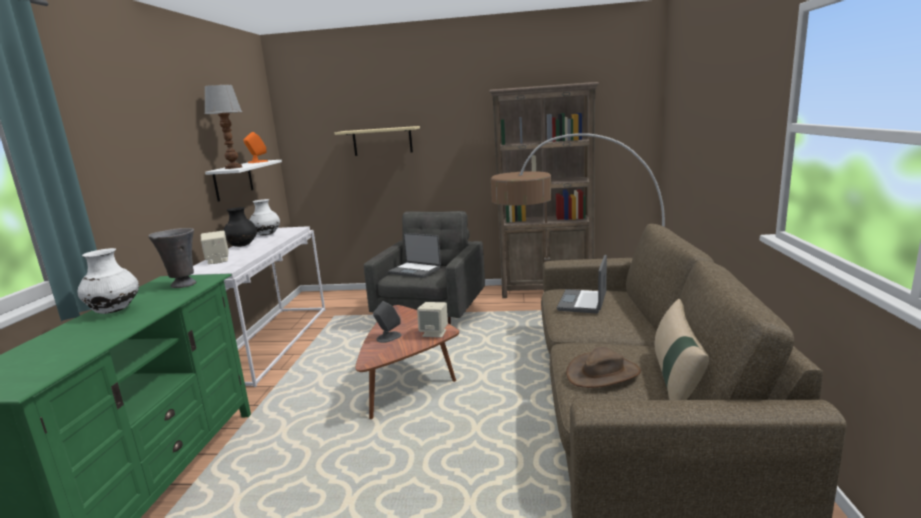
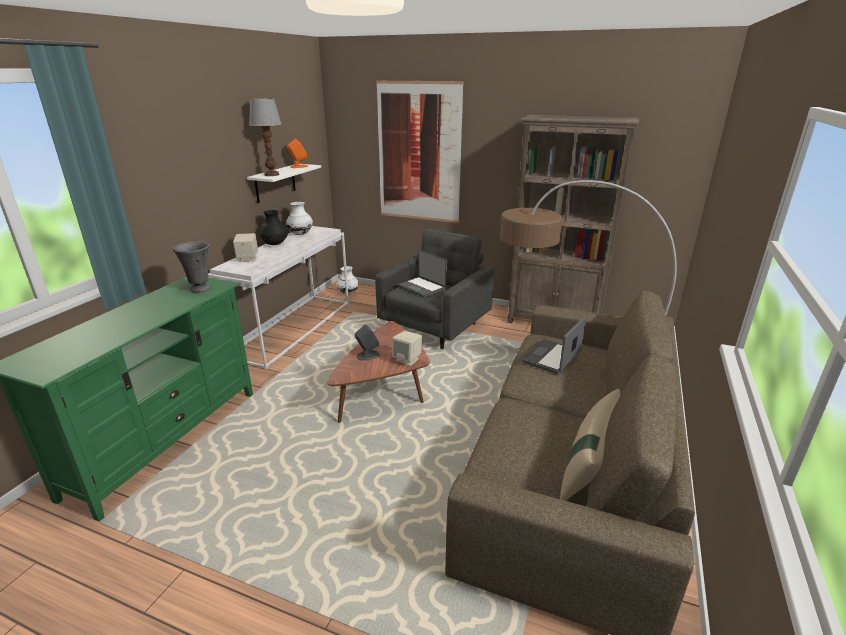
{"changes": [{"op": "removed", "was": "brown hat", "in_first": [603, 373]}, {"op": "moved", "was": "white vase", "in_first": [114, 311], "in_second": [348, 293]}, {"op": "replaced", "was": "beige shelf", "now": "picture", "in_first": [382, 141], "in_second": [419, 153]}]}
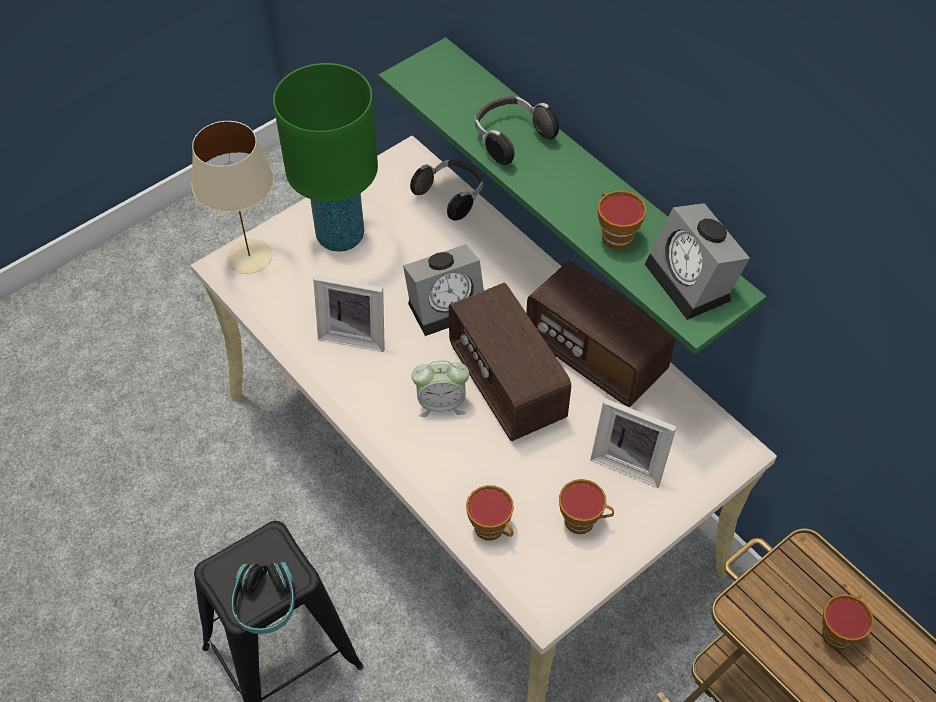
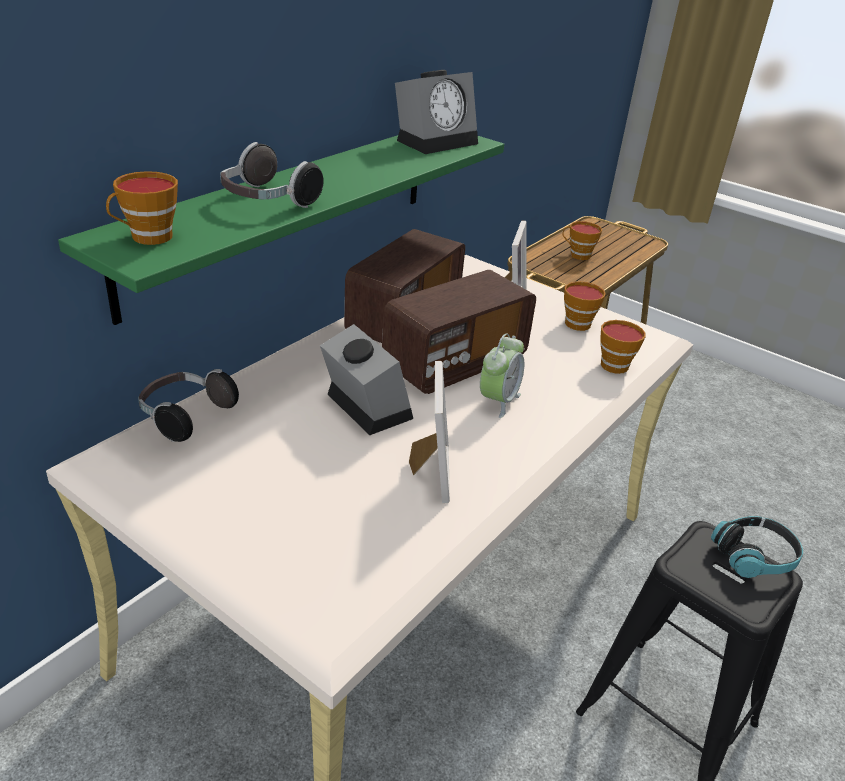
{"changes": [{"op": "removed", "was": "beige table lamp", "in_first": [250, 256]}, {"op": "removed", "was": "green table lamp", "in_first": [340, 236]}, {"op": "moved", "was": "cup", "in_first": [614, 235], "in_second": [147, 238]}, {"op": "turned", "was": "alarm clock", "in_first": [441, 404], "in_second": [498, 401], "clockwise": 45}]}
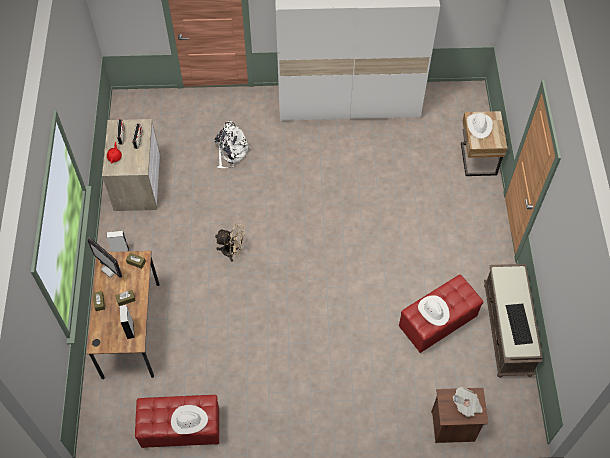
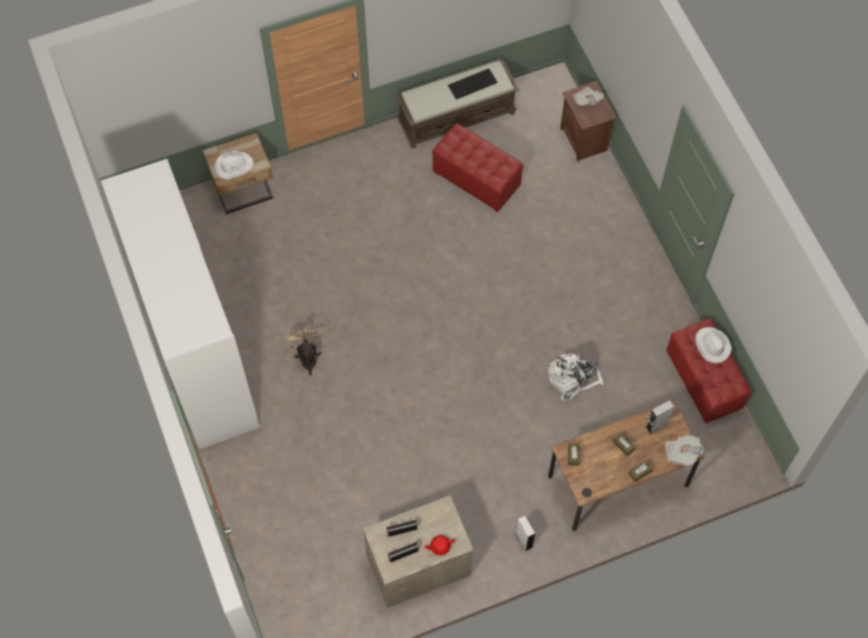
{"changes": [{"op": "removed", "was": "monitor", "in_first": [111, 269]}, {"op": "removed", "was": "white hat", "in_first": [434, 311]}, {"op": "added", "now": "newspaper", "in_second": [681, 453]}, {"op": "moved", "was": "white backpack", "in_first": [231, 152], "in_second": [572, 378]}, {"op": "moved", "was": "beige fan", "in_first": [232, 251], "in_second": [308, 357]}]}
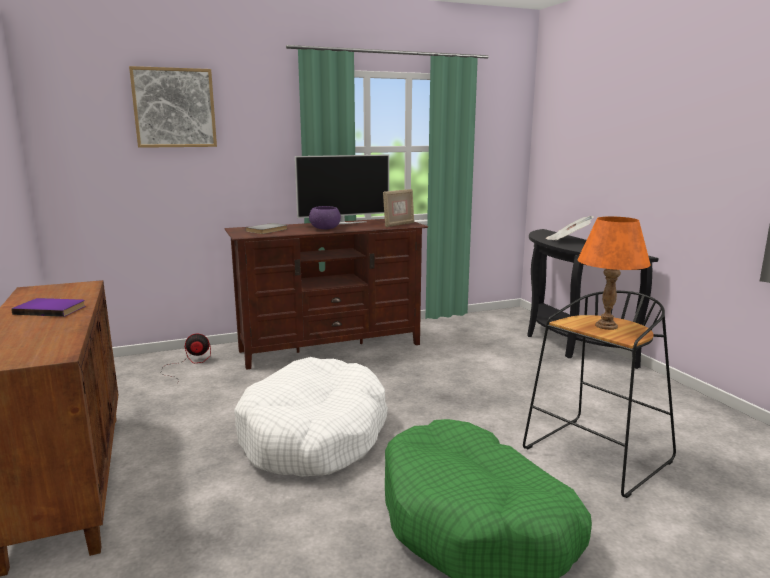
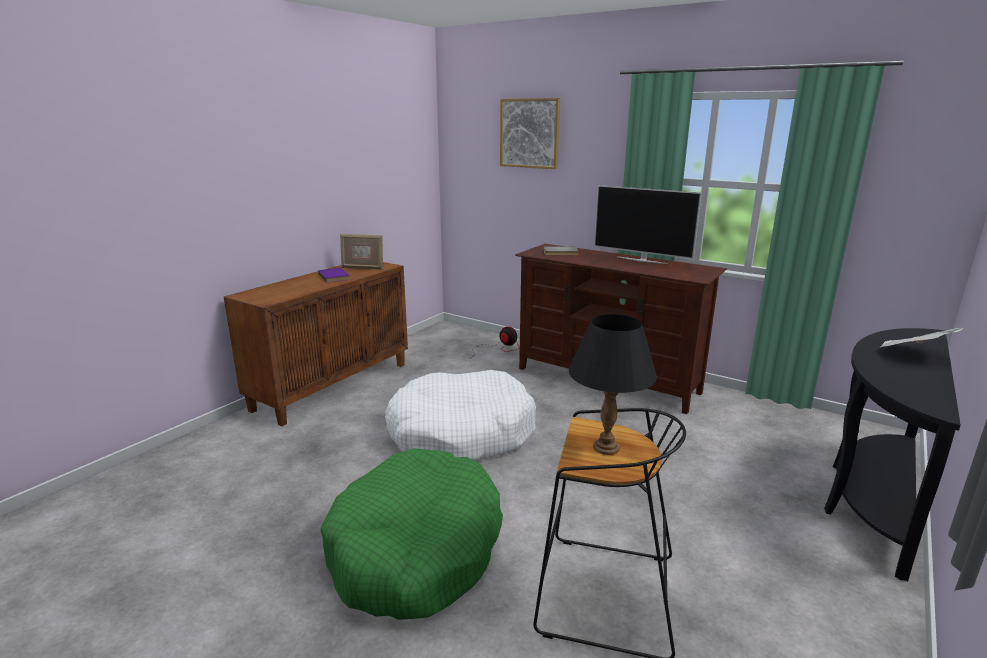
{"changes": [{"op": "removed", "was": "purple bowl", "in_first": [325, 229]}, {"op": "moved", "was": "picture frame", "in_first": [398, 224], "in_second": [362, 268]}, {"op": "recoloured", "was": "orange table lamp", "now": "black table lamp", "in_first": [605, 326], "in_second": [606, 447]}]}
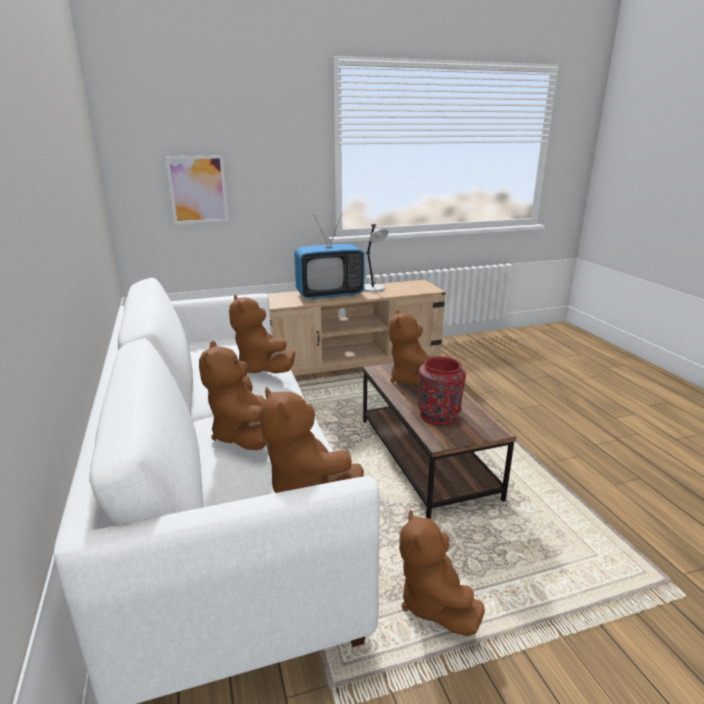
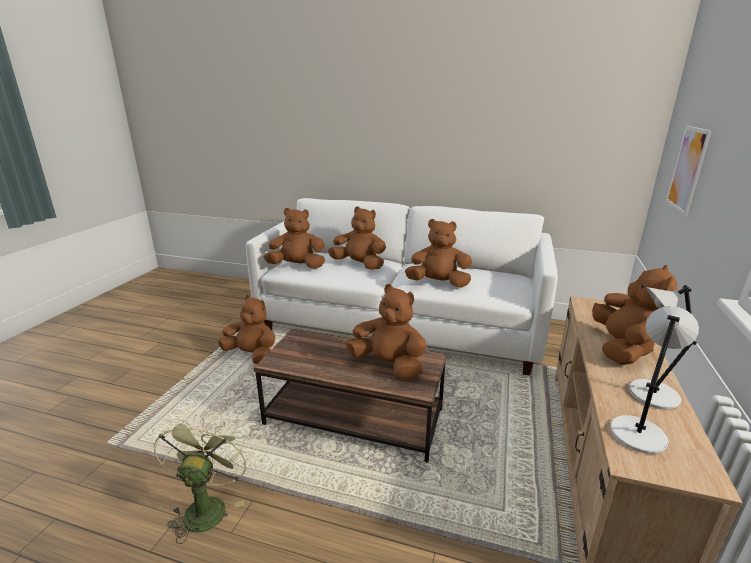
{"changes": [{"op": "removed", "was": "red vase", "in_first": [438, 415]}, {"op": "added", "now": "green fan", "in_second": [207, 506]}, {"op": "added", "now": "grey table lamp", "in_second": [638, 433]}, {"op": "replaced", "was": "television", "now": "brown plush toy", "in_first": [329, 294], "in_second": [622, 348]}]}
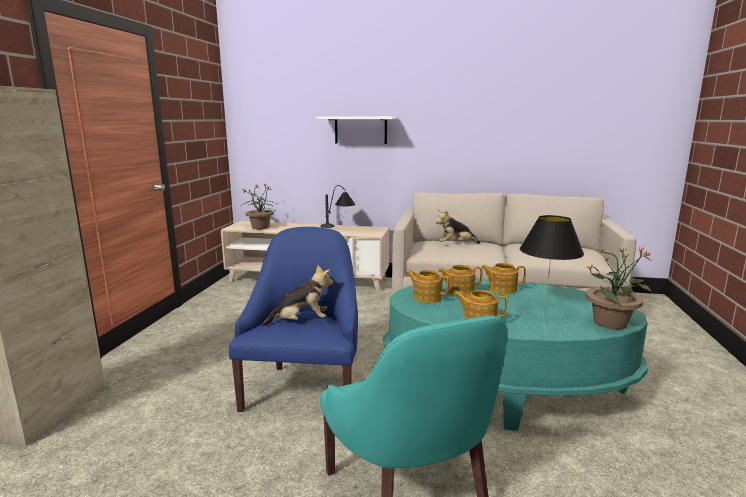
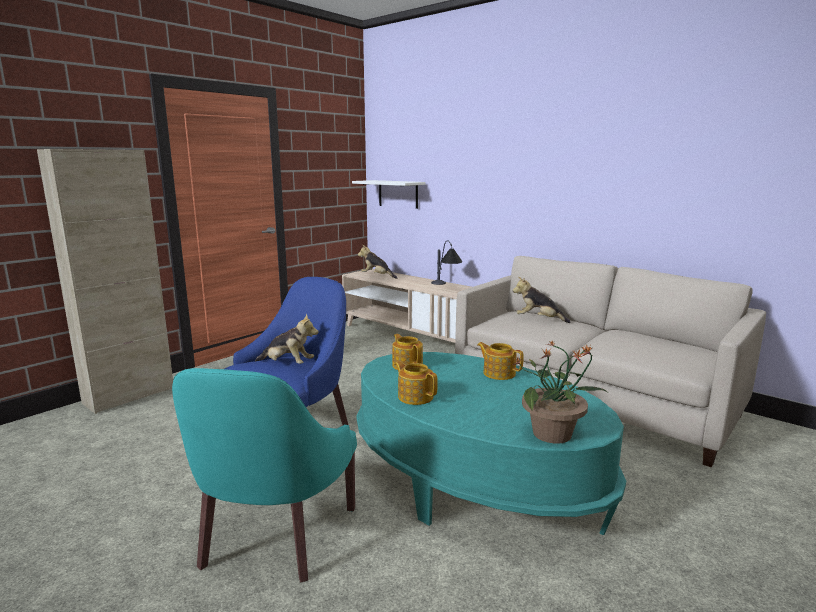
{"changes": [{"op": "removed", "was": "teapot", "in_first": [459, 291]}, {"op": "removed", "was": "black table lamp", "in_first": [545, 310]}, {"op": "moved", "was": "white shelf", "in_first": [360, 130], "in_second": [398, 194]}, {"op": "replaced", "was": "potted plant", "now": "plush toy", "in_first": [260, 227], "in_second": [377, 276]}]}
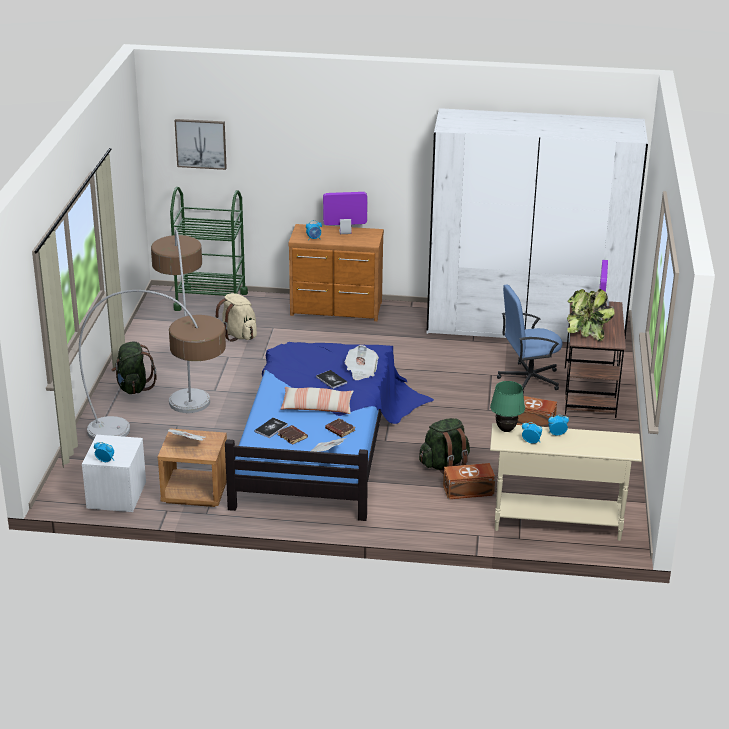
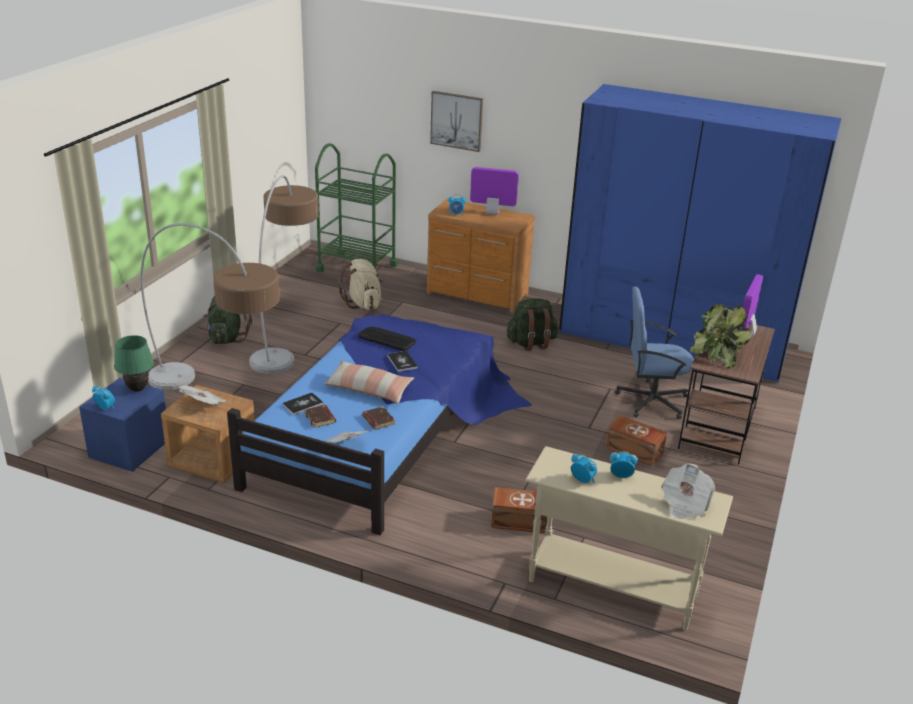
{"changes": [{"op": "added", "now": "keyboard", "in_second": [387, 339]}, {"op": "moved", "was": "picture", "in_first": [201, 143], "in_second": [457, 120]}, {"op": "moved", "was": "newspaper", "in_first": [361, 371], "in_second": [684, 504]}, {"op": "moved", "was": "green backpack", "in_first": [444, 464], "in_second": [531, 343]}, {"op": "moved", "was": "green table lamp", "in_first": [505, 430], "in_second": [137, 389]}, {"op": "recoloured", "was": "white nightstand", "now": "blue nightstand", "in_first": [116, 496], "in_second": [129, 449]}, {"op": "recoloured", "was": "white wardrobe", "now": "blue wardrobe", "in_first": [525, 325], "in_second": [672, 341]}]}
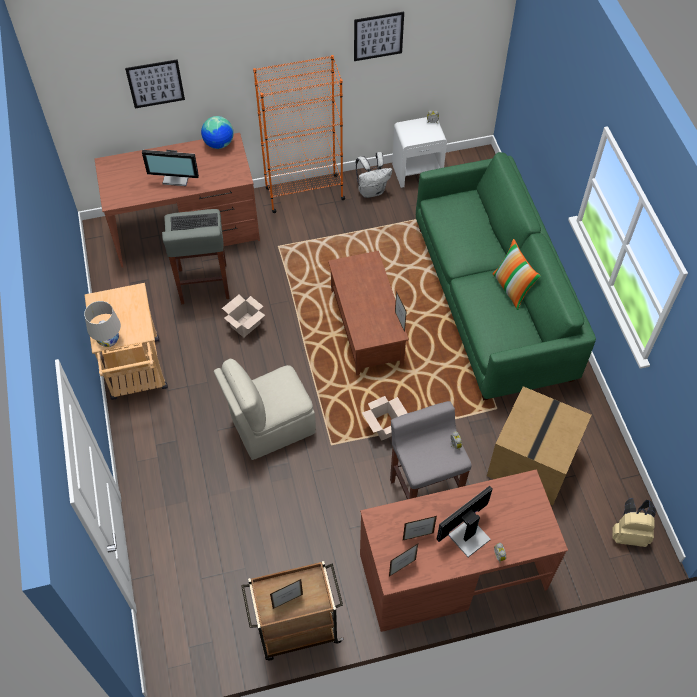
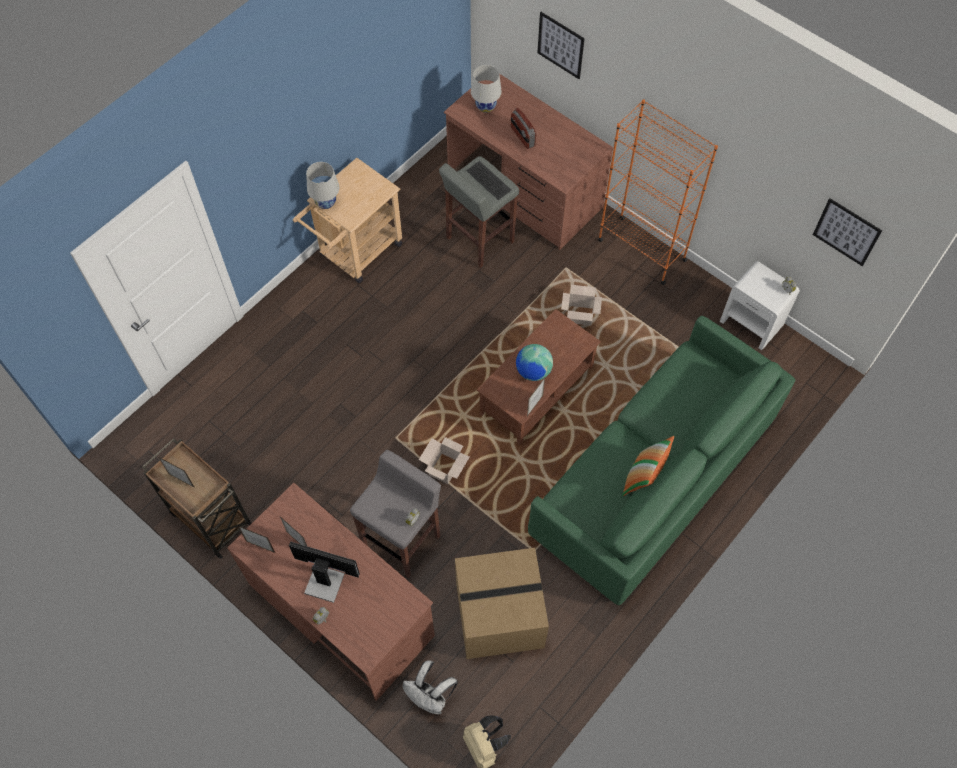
{"changes": [{"op": "removed", "was": "beige chair", "in_first": [270, 426]}, {"op": "added", "now": "white table lamp", "in_second": [486, 106]}, {"op": "moved", "was": "globe", "in_first": [219, 144], "in_second": [533, 371]}, {"op": "moved", "was": "cardboard box", "in_first": [245, 324], "in_second": [580, 315]}, {"op": "moved", "was": "picture", "in_first": [378, 36], "in_second": [846, 232]}, {"op": "moved", "was": "white backpack", "in_first": [372, 191], "in_second": [430, 698]}, {"op": "replaced", "was": "monitor", "now": "radio", "in_first": [177, 177], "in_second": [522, 136]}]}
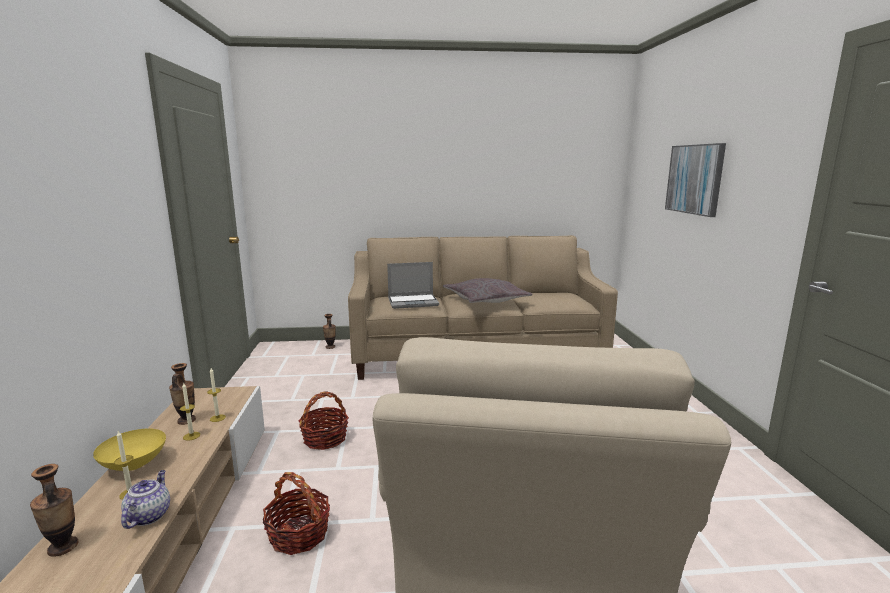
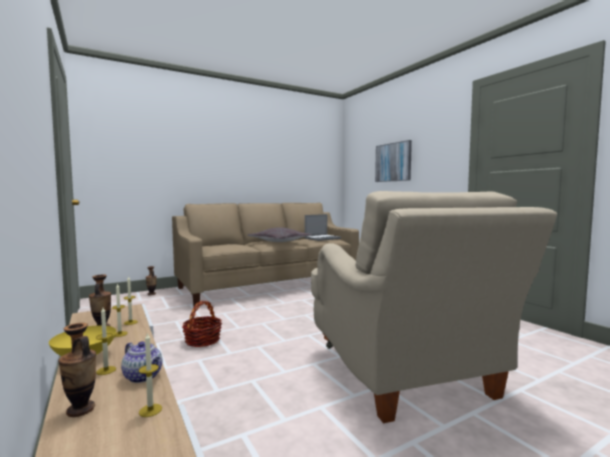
{"changes": [{"op": "removed", "was": "basket", "in_first": [299, 534]}, {"op": "added", "now": "candle", "in_second": [150, 410]}, {"op": "moved", "was": "laptop", "in_first": [413, 302], "in_second": [322, 238]}, {"op": "turned", "was": "teapot", "in_first": [148, 515], "in_second": [144, 376], "clockwise": 150}]}
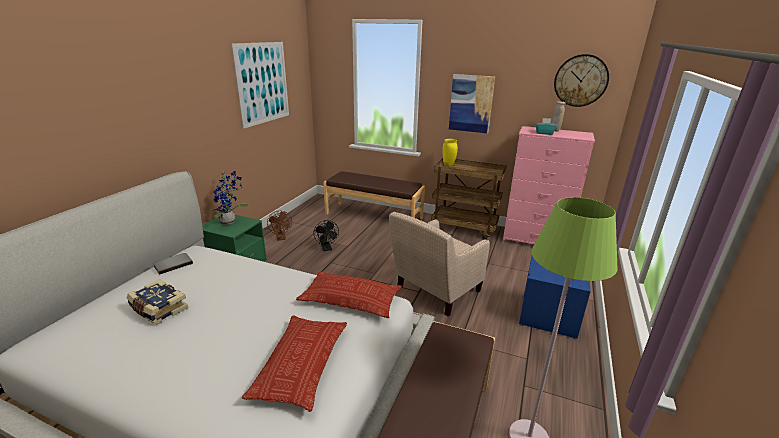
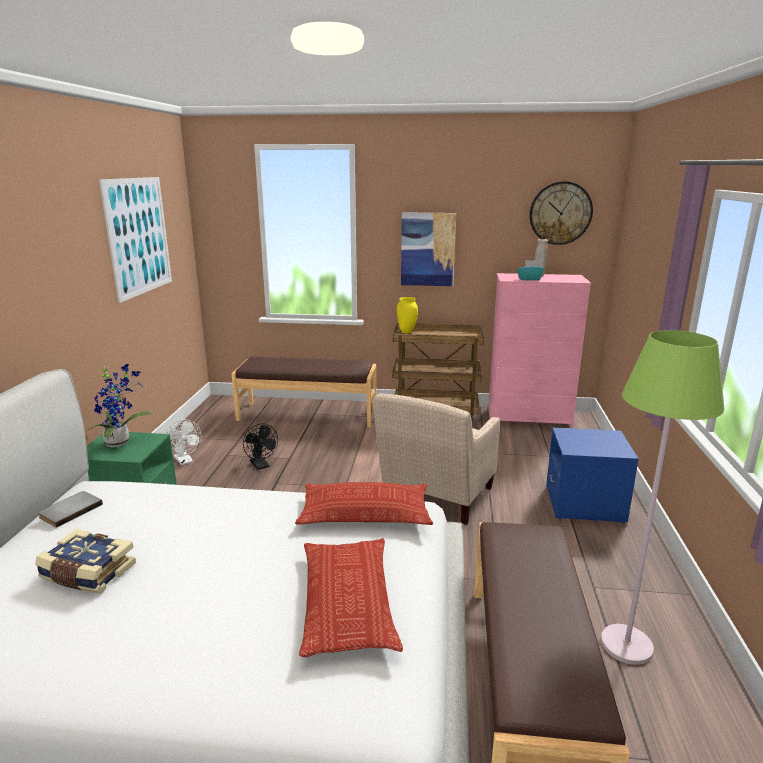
{"changes": [{"op": "recoloured", "was": "brown fan", "now": "white fan", "in_first": [281, 238], "in_second": [185, 461]}]}
